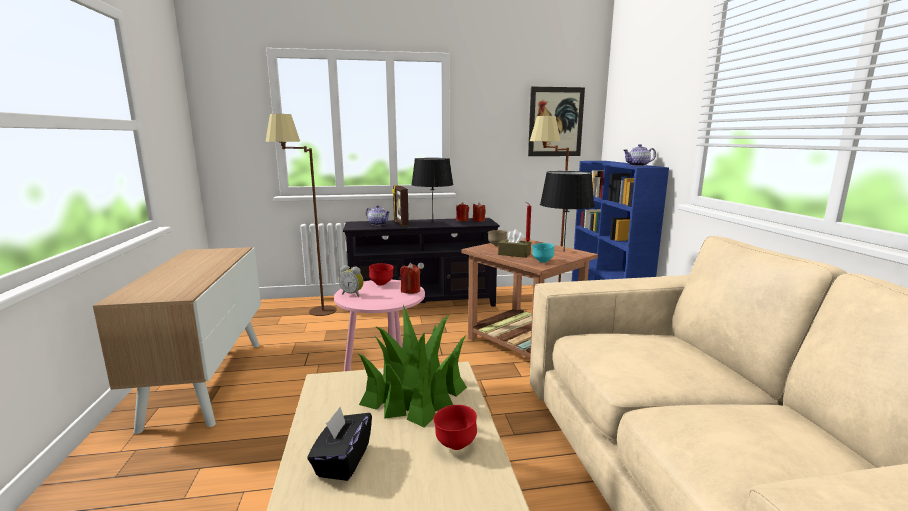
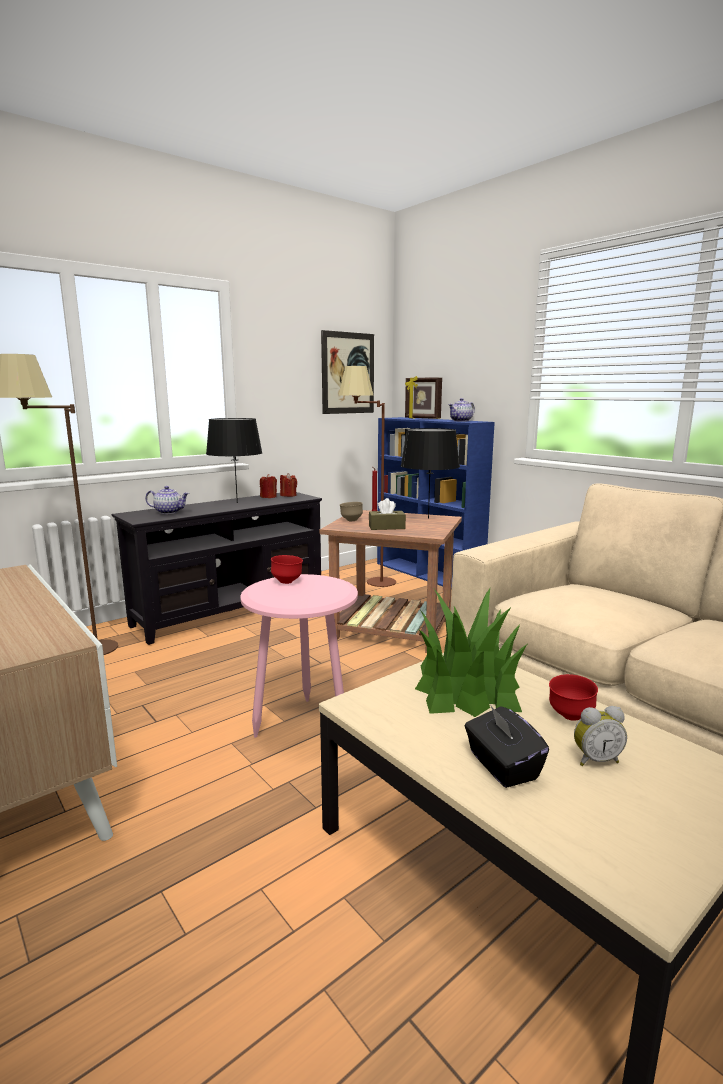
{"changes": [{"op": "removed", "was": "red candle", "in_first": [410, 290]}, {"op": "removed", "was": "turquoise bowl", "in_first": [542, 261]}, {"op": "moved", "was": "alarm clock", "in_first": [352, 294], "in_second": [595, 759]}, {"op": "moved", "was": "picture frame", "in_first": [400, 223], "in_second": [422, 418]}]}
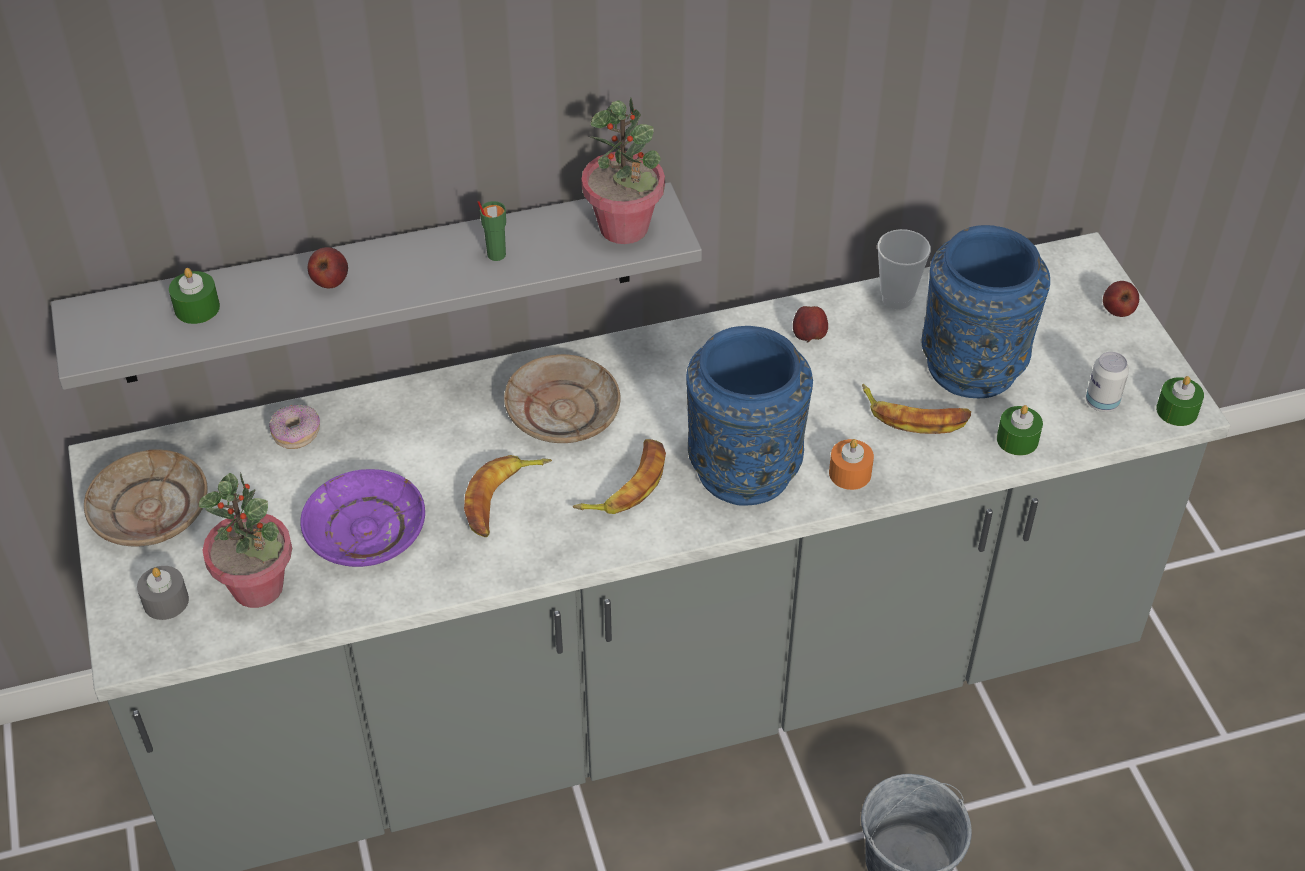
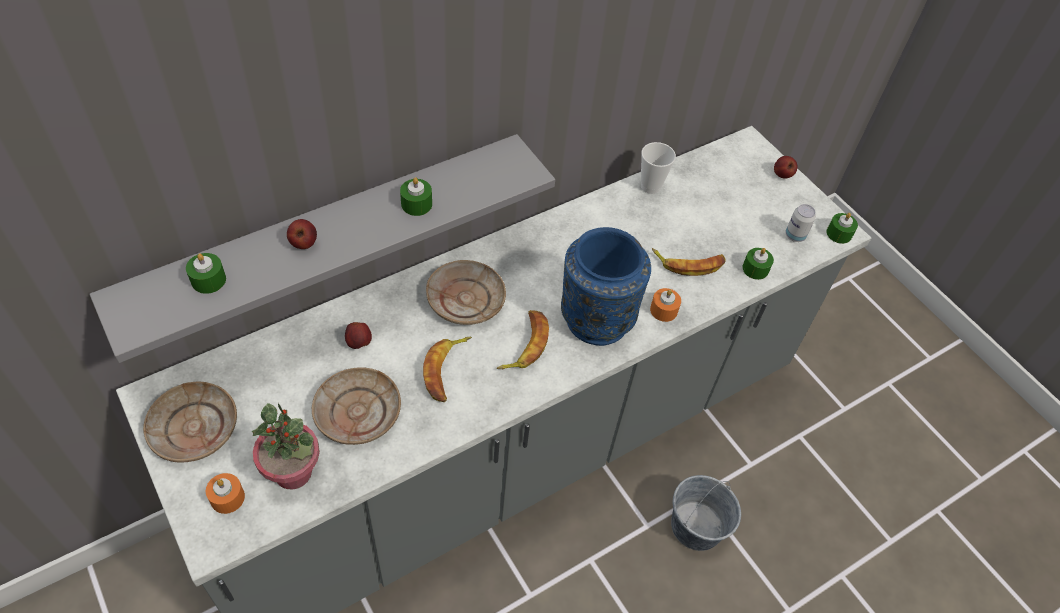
{"changes": [{"op": "removed", "was": "donut", "in_first": [296, 434]}, {"op": "removed", "was": "potted plant", "in_first": [624, 228]}, {"op": "removed", "was": "blue vase", "in_first": [972, 364]}, {"op": "moved", "was": "apple", "in_first": [809, 337], "in_second": [359, 343]}, {"op": "replaced", "was": "green cup", "now": "green candle", "in_first": [495, 254], "in_second": [416, 204]}, {"op": "recoloured", "was": "grey candle", "now": "orange candle", "in_first": [166, 601], "in_second": [227, 498]}, {"op": "recoloured", "was": "purple plate", "now": "beige plate", "in_first": [365, 530], "in_second": [357, 413]}]}
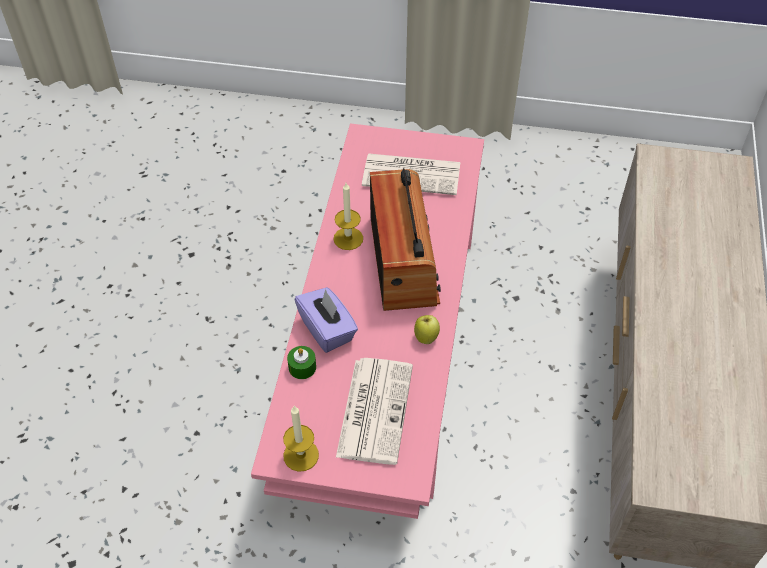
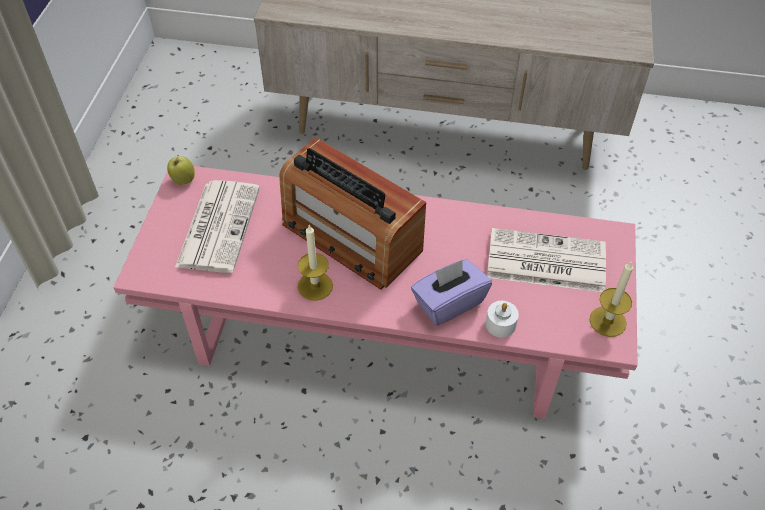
{"changes": [{"op": "moved", "was": "apple", "in_first": [426, 337], "in_second": [183, 180]}, {"op": "recoloured", "was": "green candle", "now": "white candle", "in_first": [302, 367], "in_second": [500, 324]}, {"op": "turned", "was": "radio", "in_first": [403, 260], "in_second": [351, 236], "clockwise": -135}]}
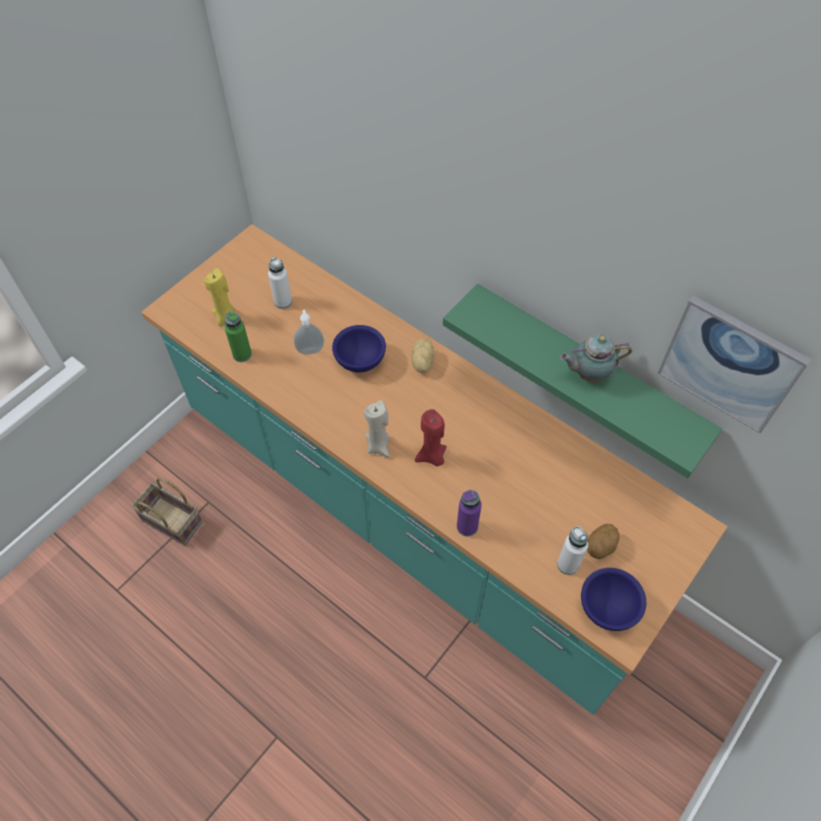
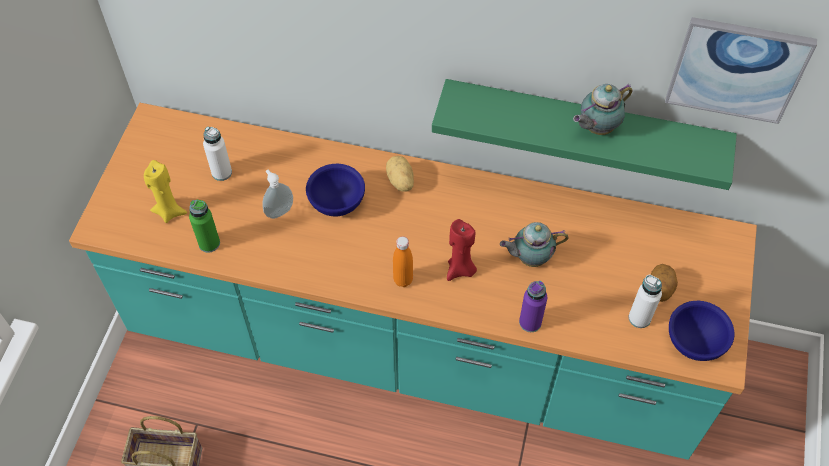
{"changes": [{"op": "added", "now": "teapot", "in_second": [530, 258]}, {"op": "replaced", "was": "beige candle", "now": "orange bottle", "in_first": [379, 446], "in_second": [403, 280]}]}
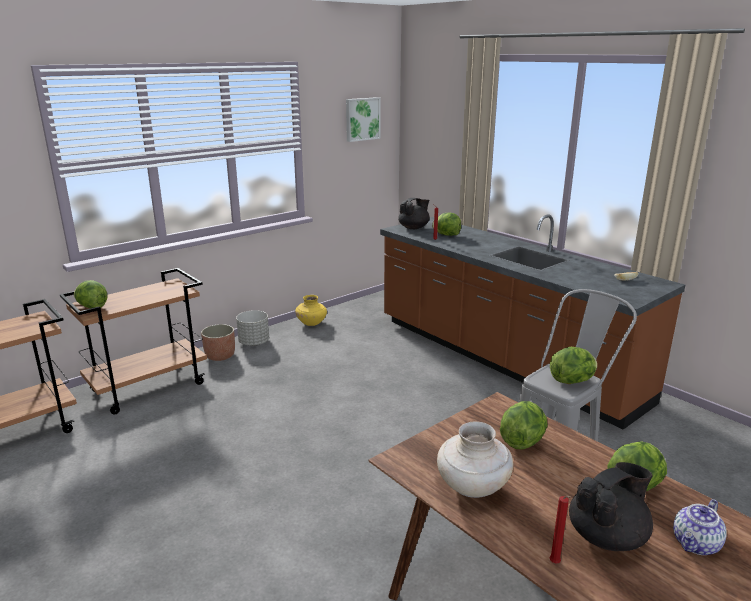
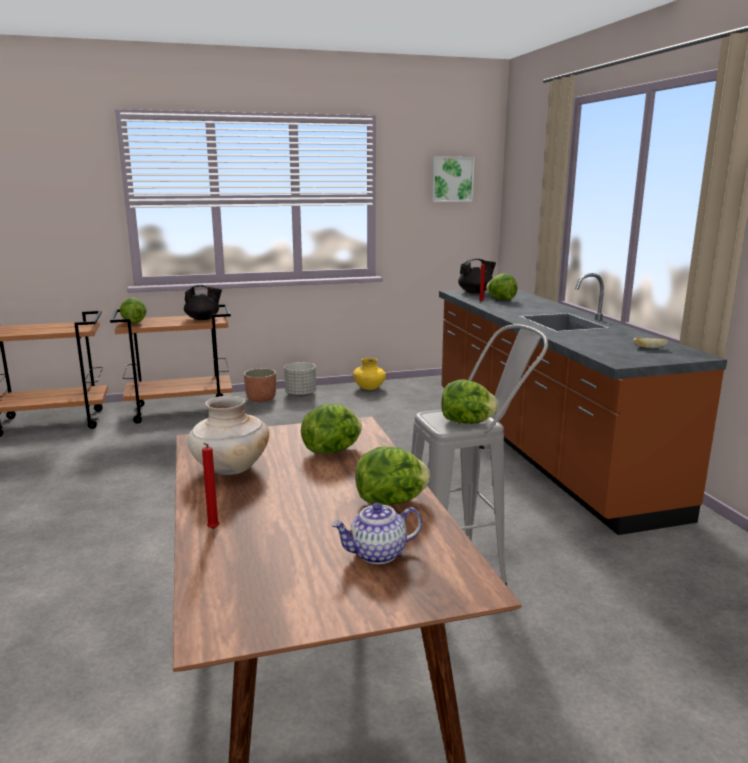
{"changes": [{"op": "moved", "was": "black teapot", "in_first": [607, 536], "in_second": [203, 319]}]}
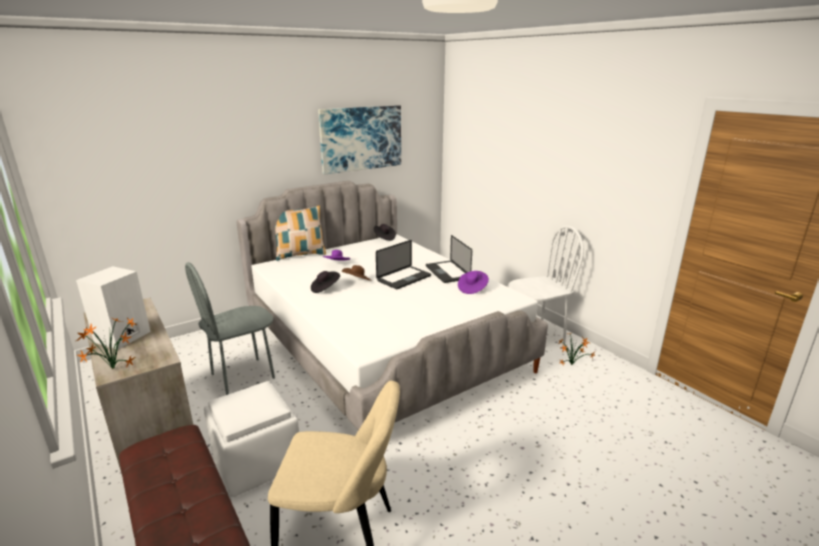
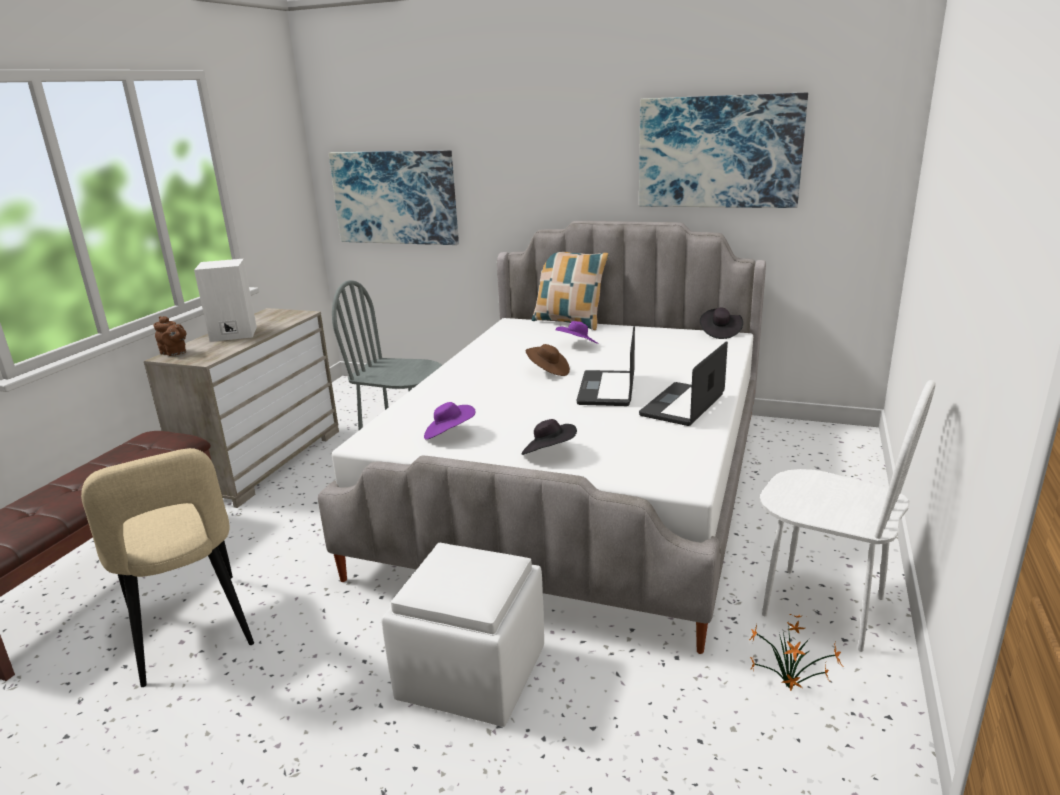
{"changes": [{"op": "added", "now": "picture", "in_second": [395, 197]}, {"op": "moved", "was": "white ottoman", "in_first": [257, 461], "in_second": [474, 673]}, {"op": "moved", "was": "black hat", "in_first": [325, 288], "in_second": [549, 453]}, {"op": "moved", "was": "purple hat", "in_first": [472, 288], "in_second": [449, 434]}, {"op": "replaced", "was": "potted plant", "now": "brown teapot", "in_first": [112, 369], "in_second": [175, 353]}, {"op": "turned", "was": "laptop", "in_first": [404, 278], "in_second": [606, 389], "clockwise": 90}]}
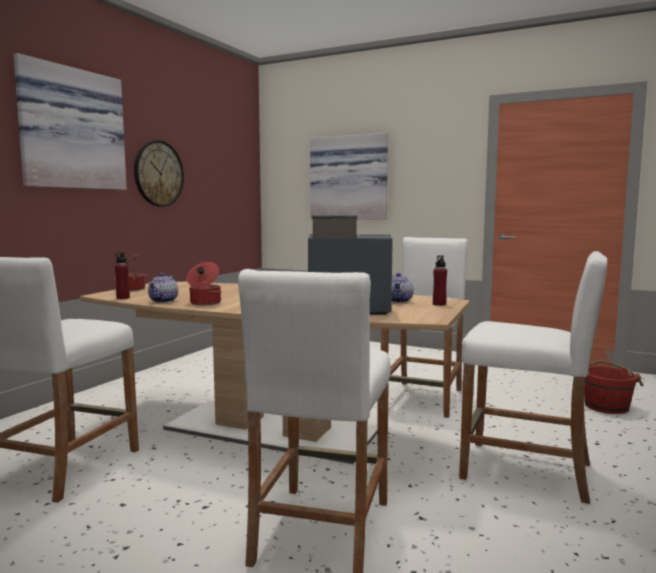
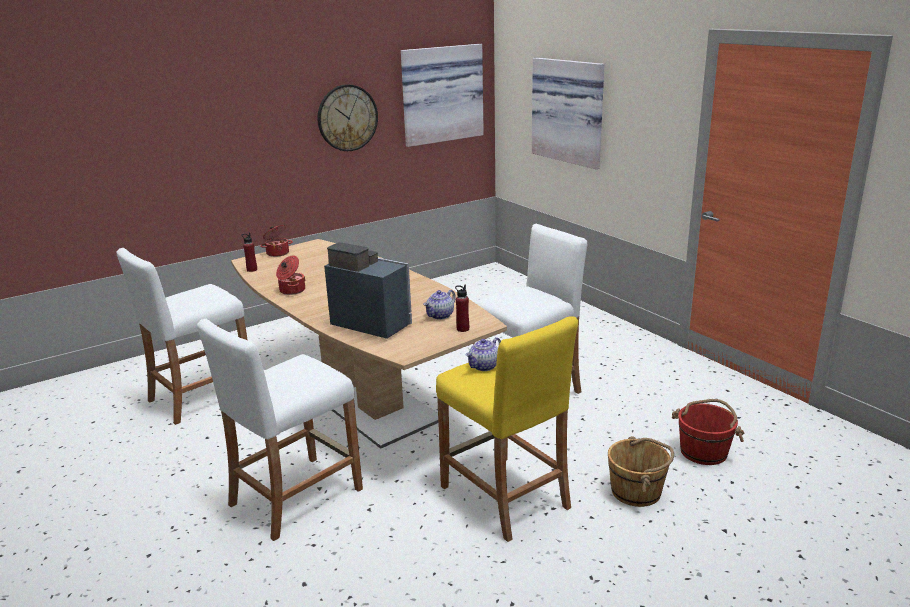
{"changes": [{"op": "added", "now": "brown bucket", "in_second": [637, 491]}, {"op": "moved", "was": "picture", "in_first": [71, 129], "in_second": [441, 94]}, {"op": "moved", "was": "teapot", "in_first": [164, 301], "in_second": [484, 366]}, {"op": "recoloured", "was": "white stool", "now": "yellow stool", "in_first": [526, 471], "in_second": [504, 497]}]}
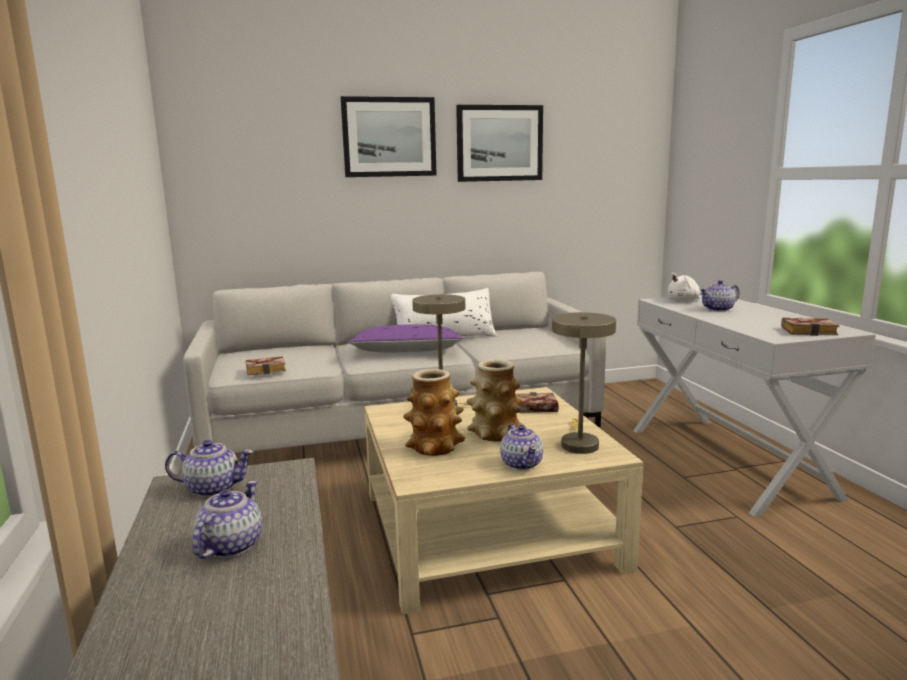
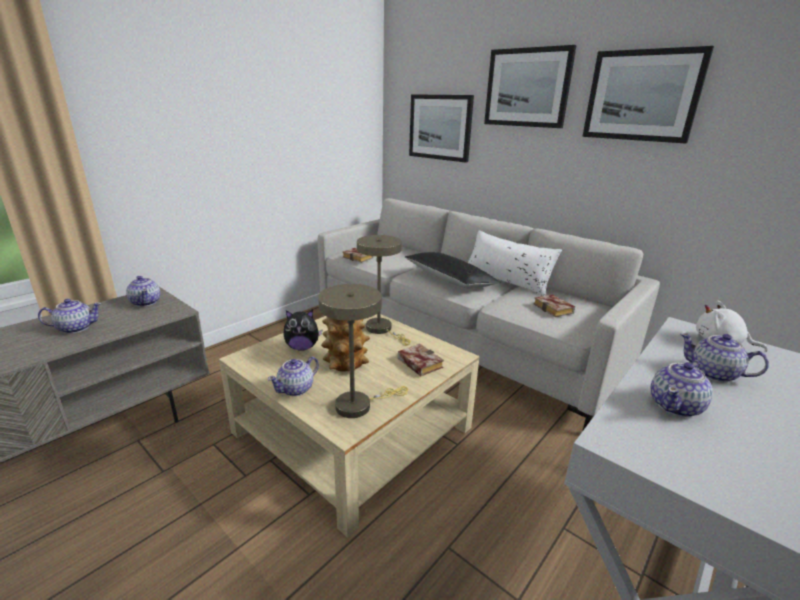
{"changes": [{"op": "added", "now": "picture", "in_second": [440, 127]}, {"op": "added", "now": "teapot", "in_second": [676, 406]}, {"op": "moved", "was": "book", "in_first": [810, 331], "in_second": [555, 309]}, {"op": "replaced", "was": "vase", "now": "plush toy", "in_first": [435, 447], "in_second": [302, 347]}, {"op": "recoloured", "was": "purple pillow", "now": "black pillow", "in_first": [406, 351], "in_second": [449, 279]}]}
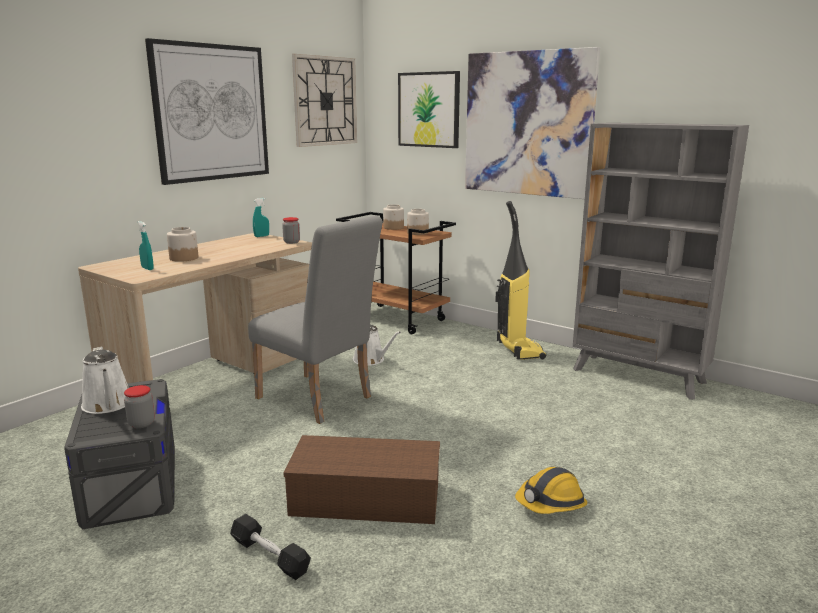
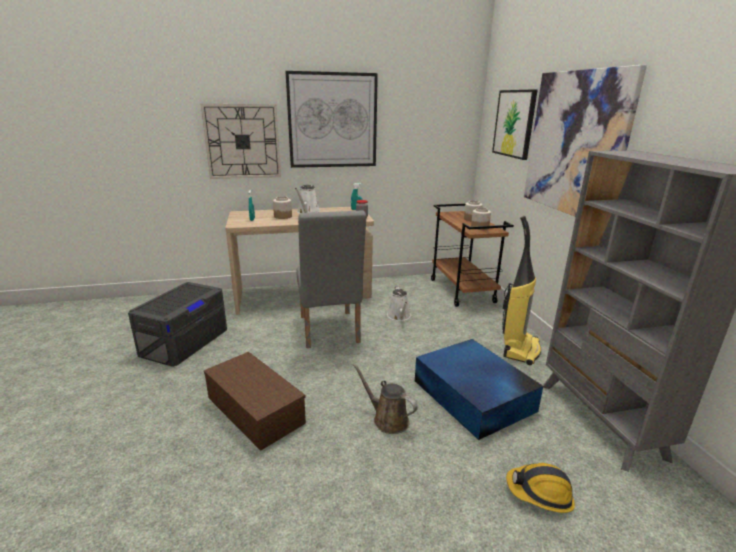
{"changes": [{"op": "removed", "was": "jar", "in_first": [141, 423]}, {"op": "removed", "was": "black dumbbell", "in_first": [270, 556]}, {"op": "added", "now": "brown watering can", "in_second": [387, 419]}, {"op": "added", "now": "blue storage box", "in_second": [473, 396]}, {"op": "moved", "was": "white watering can", "in_first": [108, 405], "in_second": [307, 212]}, {"op": "moved", "was": "wall clock", "in_first": [325, 101], "in_second": [242, 141]}, {"op": "moved", "was": "hard hat", "in_first": [551, 503], "in_second": [540, 493]}]}
